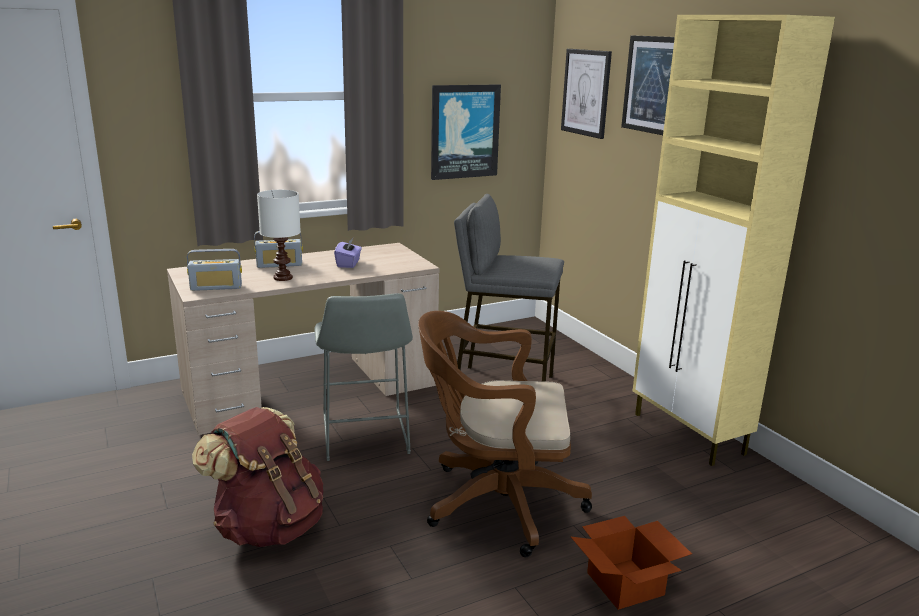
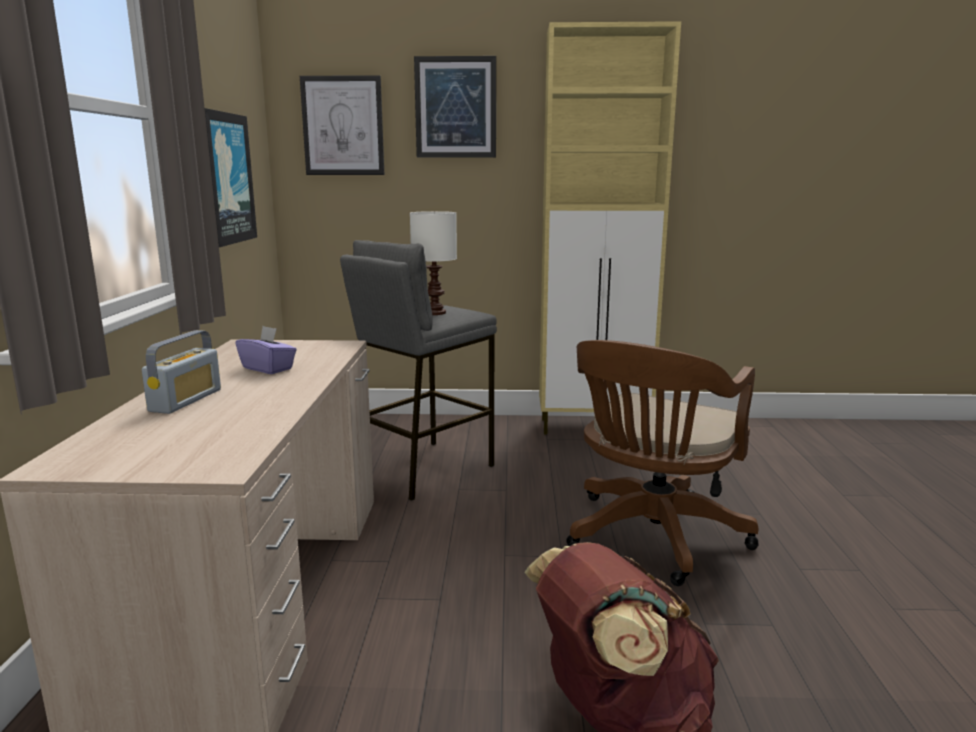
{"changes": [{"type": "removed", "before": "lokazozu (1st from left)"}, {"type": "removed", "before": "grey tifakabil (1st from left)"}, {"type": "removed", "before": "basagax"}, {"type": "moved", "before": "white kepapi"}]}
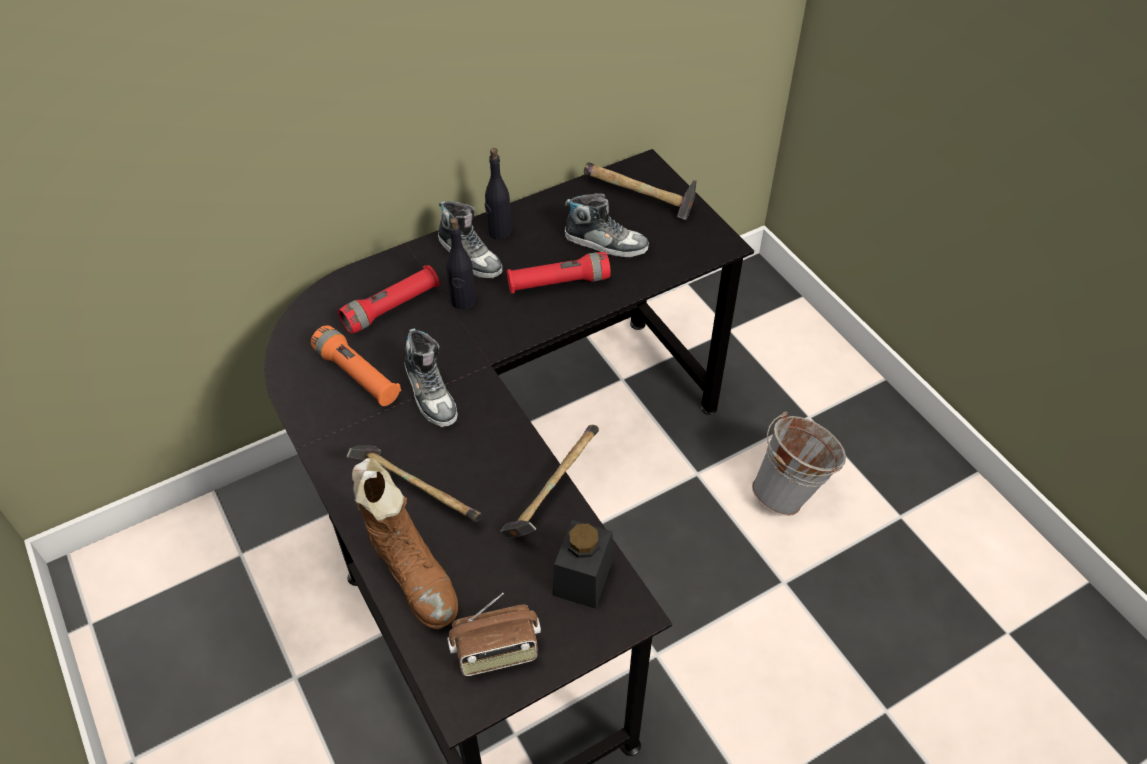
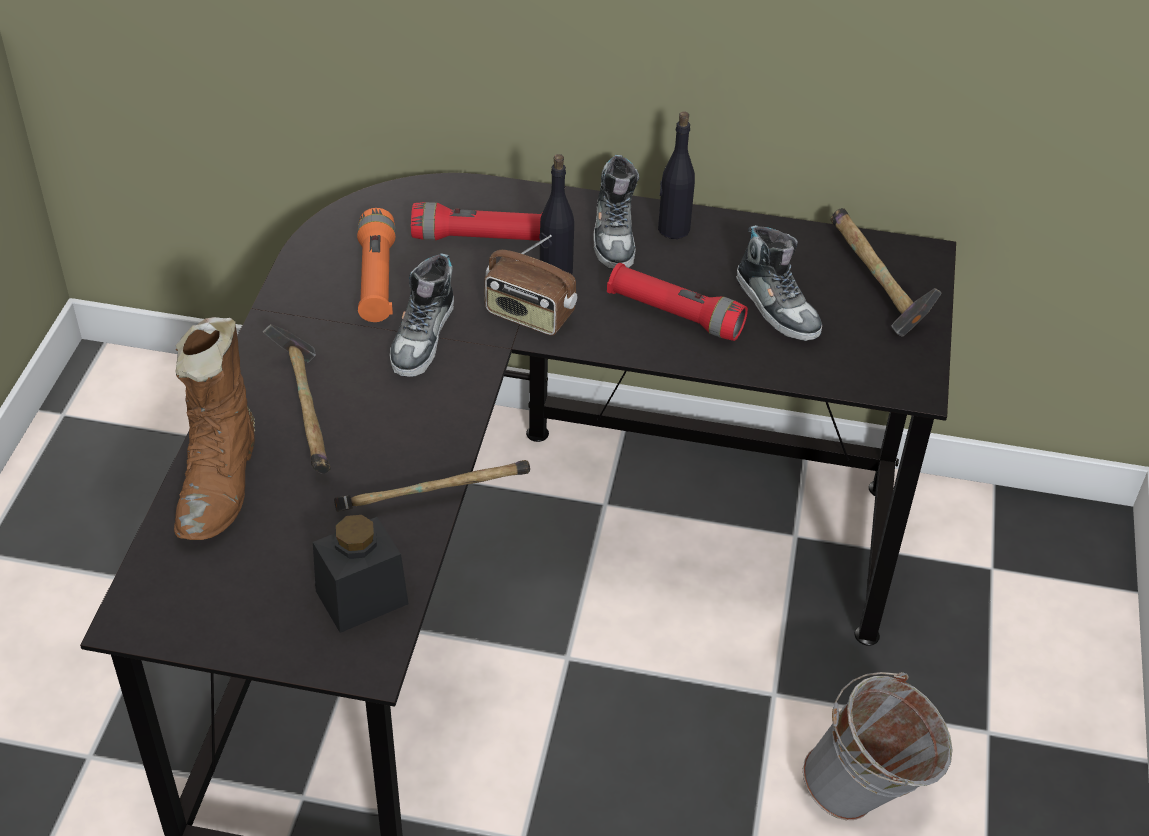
{"changes": [{"type": "moved", "before": "lokazozu"}]}
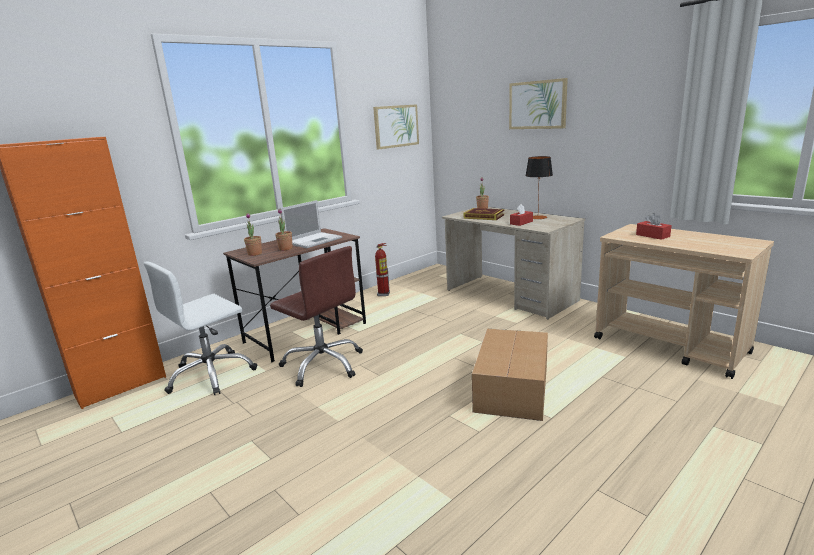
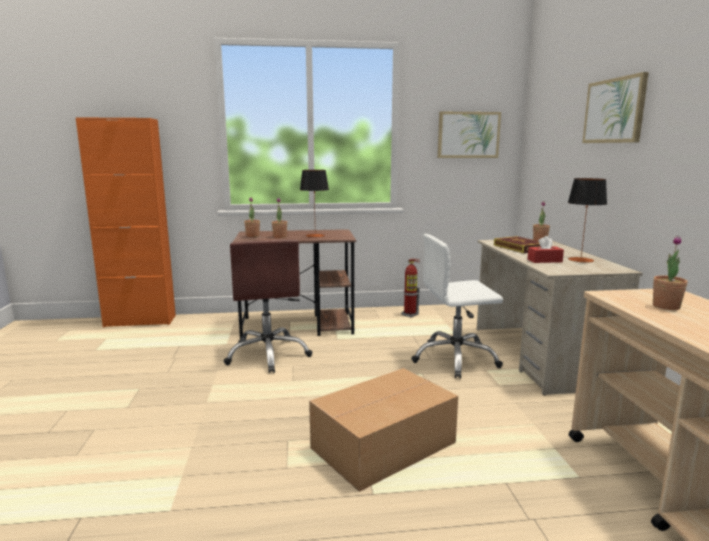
{"changes": [{"type": "moved", "before": "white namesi"}, {"type": "replaced", "before": "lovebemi", "after": "kepapi (1st from left)"}, {"type": "replaced", "before": "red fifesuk (2nd from left)", "after": "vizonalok (4th from left)"}]}
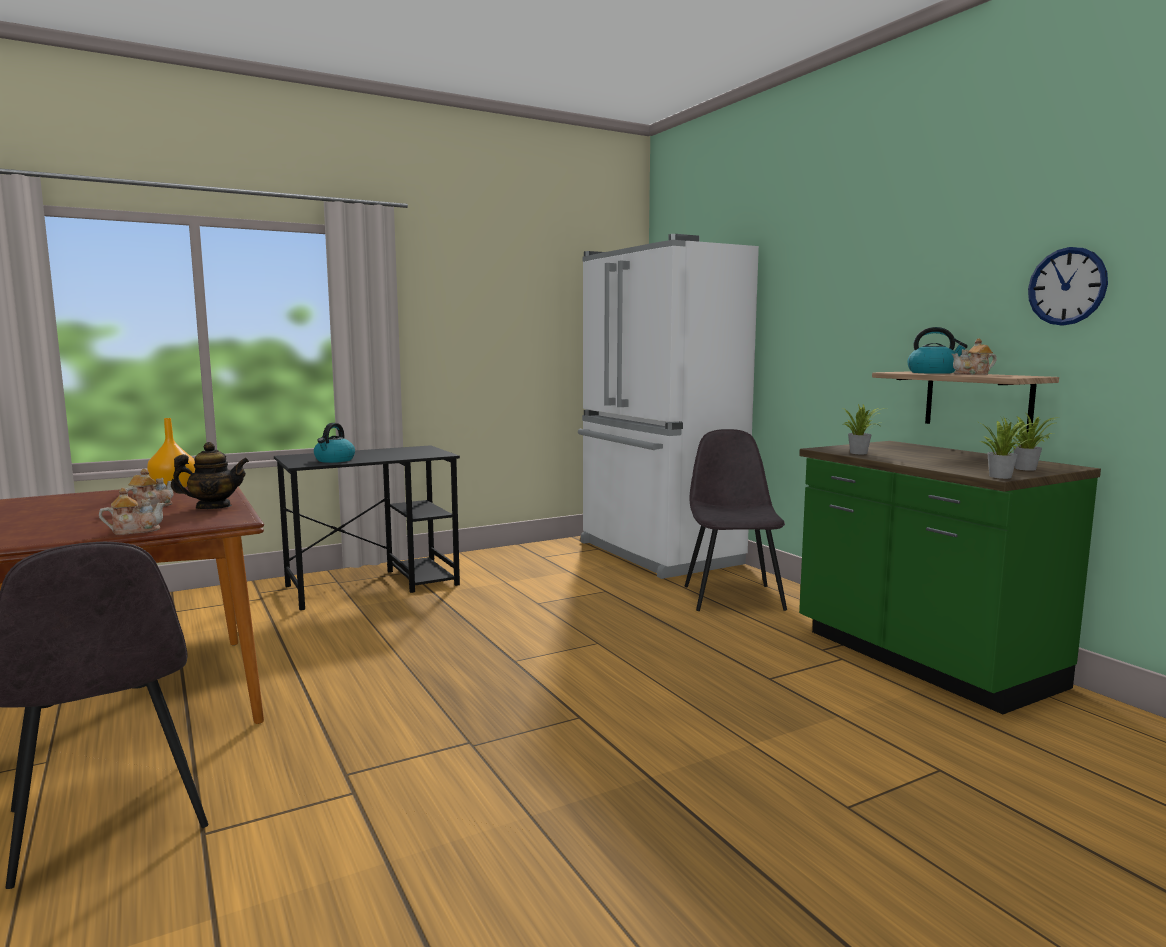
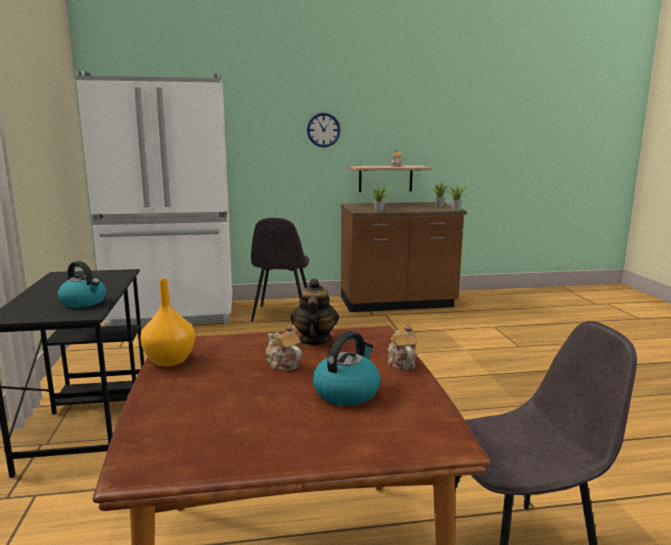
{"changes": [{"type": "moved", "before": "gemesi (2nd from left)"}, {"type": "moved", "before": "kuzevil"}, {"type": "recoloured", "before": "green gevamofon", "after": "brown gevamofon"}, {"type": "turned", "before": "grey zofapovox (2nd from left in the first image)", "turn": -105}]}
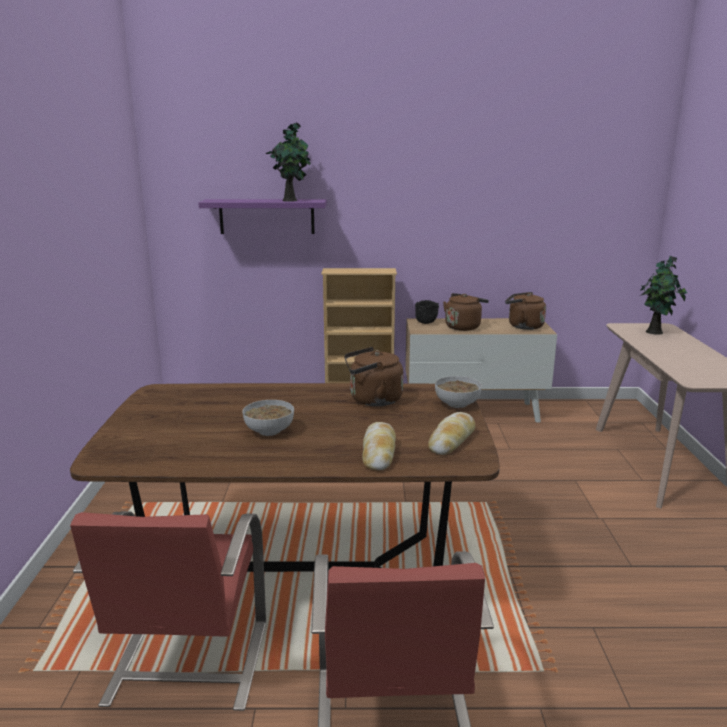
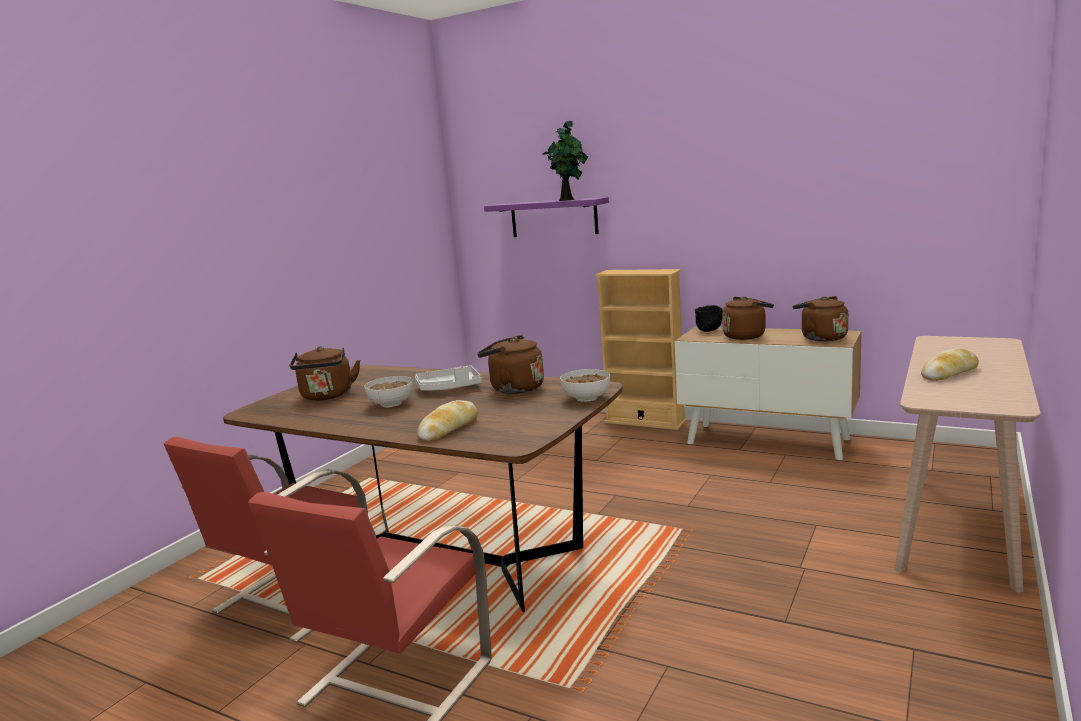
{"changes": [{"type": "removed", "before": "vizonalok (2nd from left)"}, {"type": "added", "after": "brown gemesi (1st from left)"}, {"type": "added", "after": "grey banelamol"}, {"type": "moved", "before": "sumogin (2nd from left)"}]}
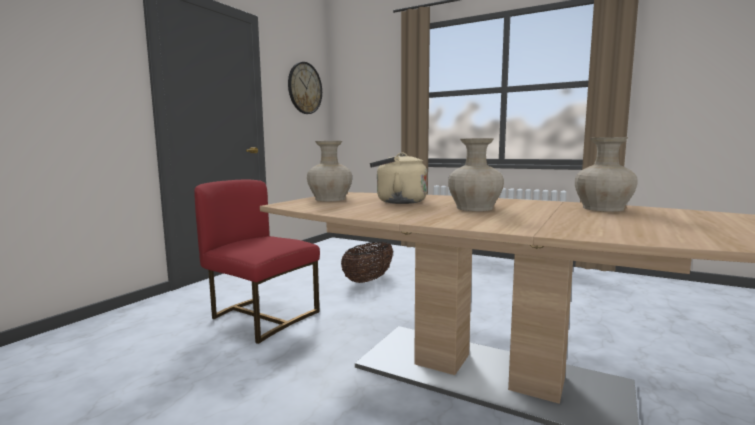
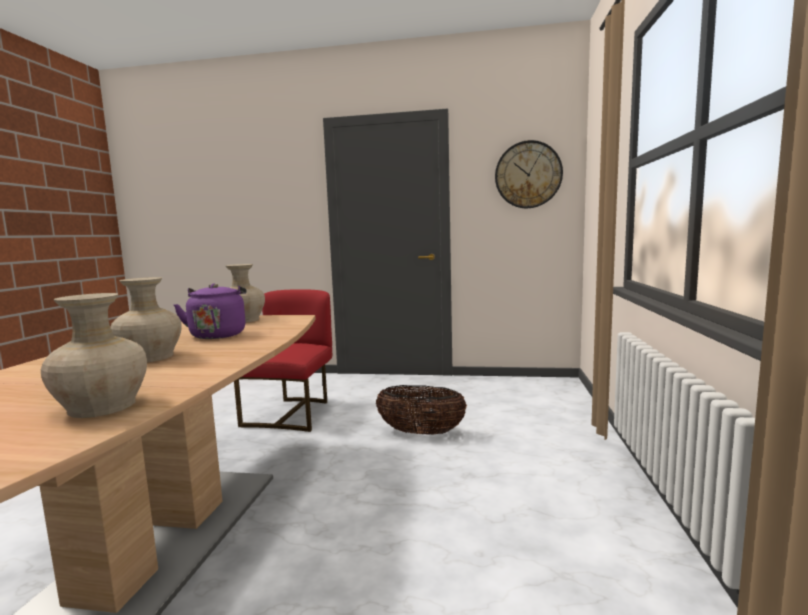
{"changes": [{"type": "recoloured", "before": "beige gemesi", "after": "purple gemesi"}]}
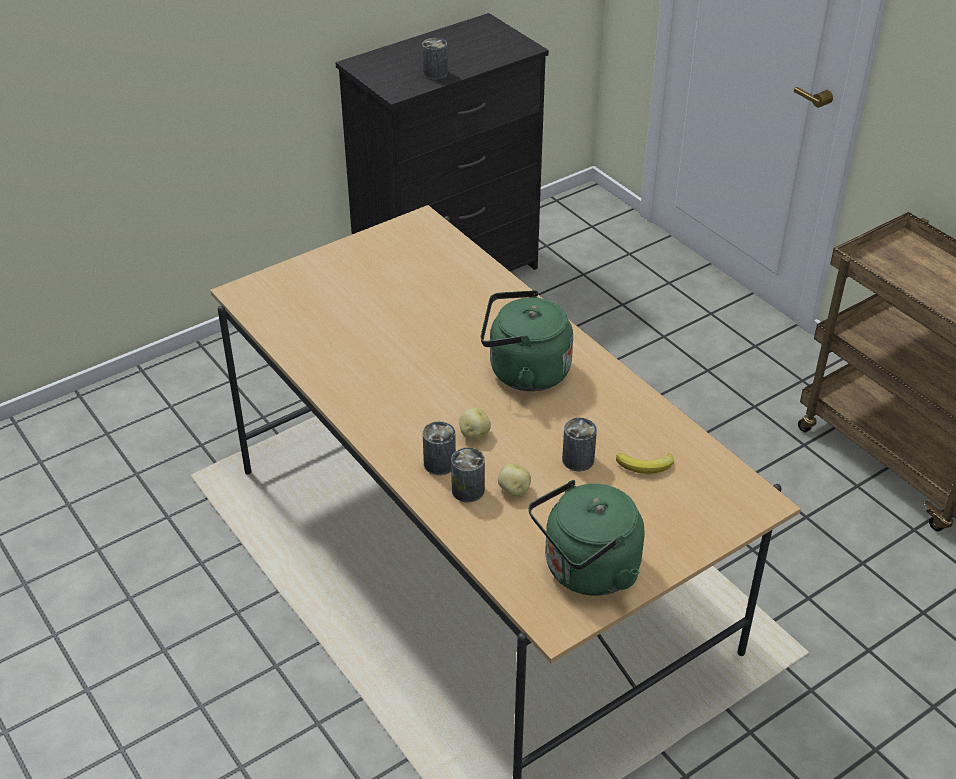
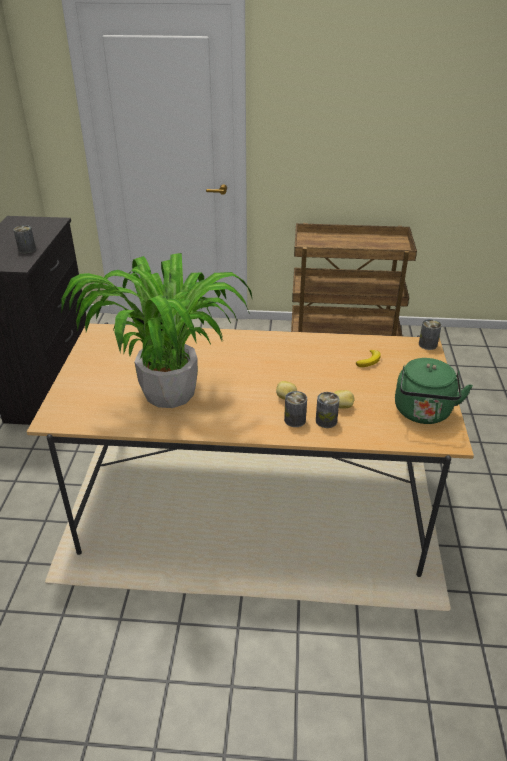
{"changes": [{"type": "removed", "before": "green gemesi (1st from left)"}, {"type": "added", "after": "vizonalok"}, {"type": "moved", "before": "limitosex (4th from left)"}]}
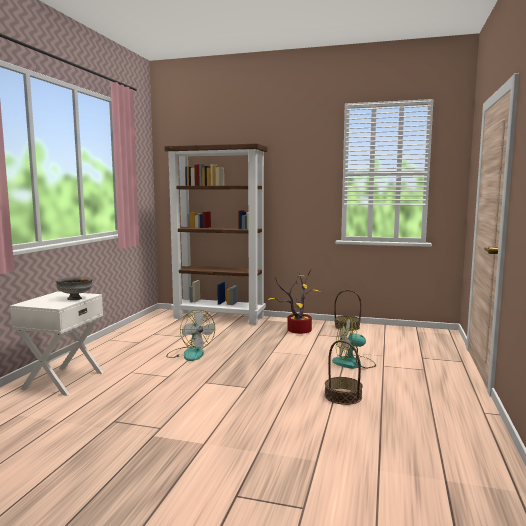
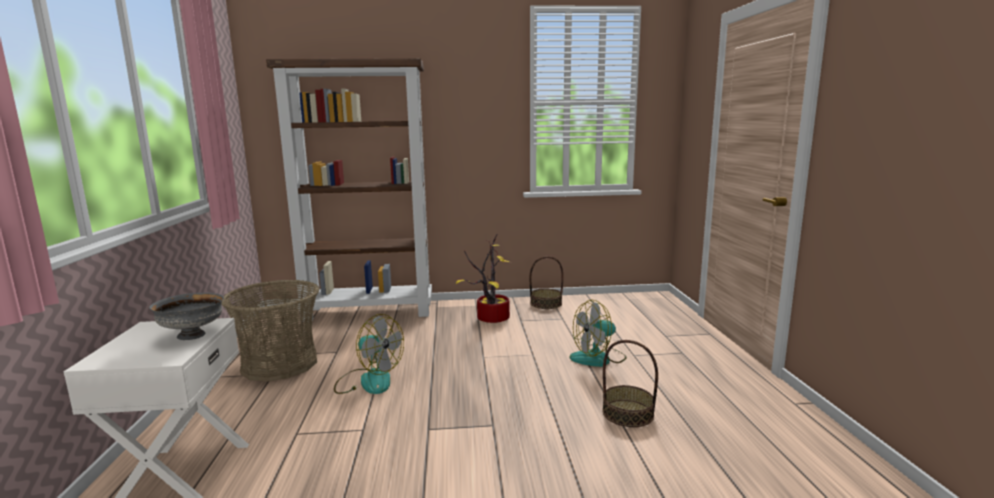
{"changes": [{"type": "added", "after": "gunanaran (1st from left)"}]}
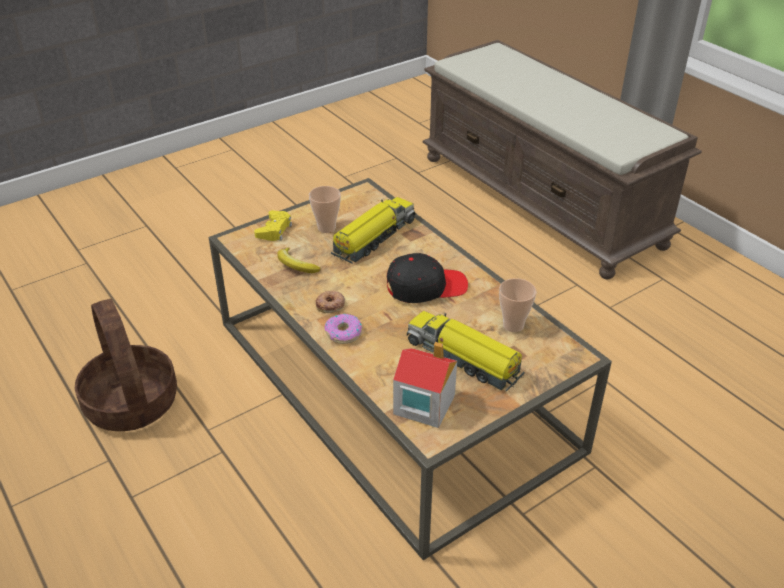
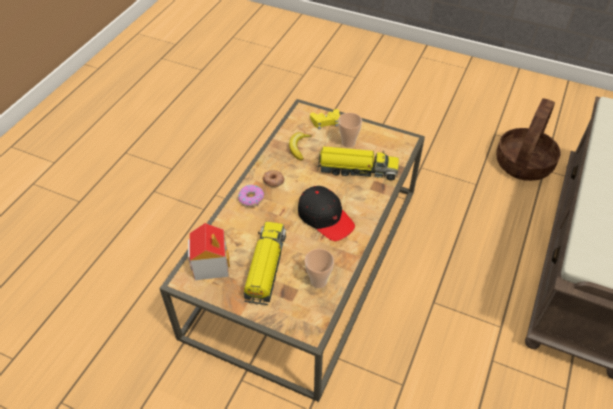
{"changes": [{"type": "moved", "before": "gunanaran"}]}
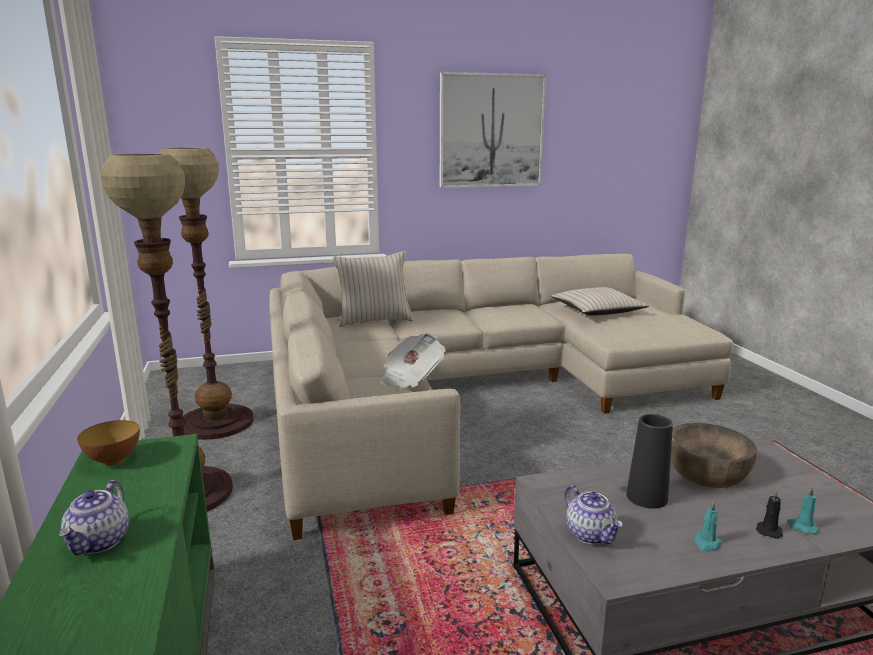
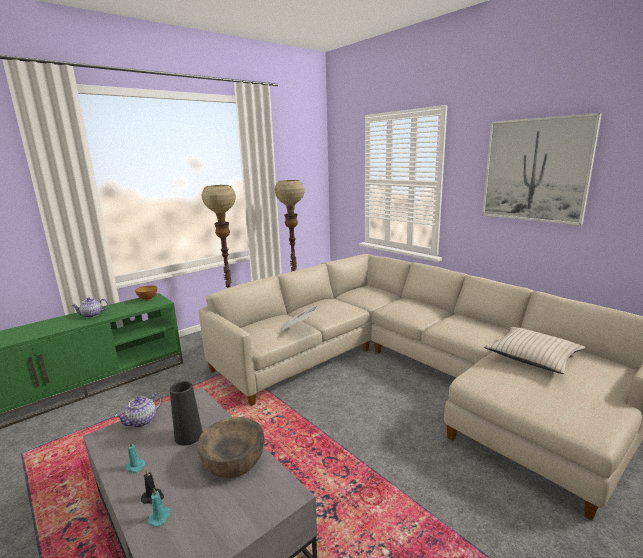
{"changes": [{"type": "removed", "before": "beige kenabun (1st from left)"}]}
